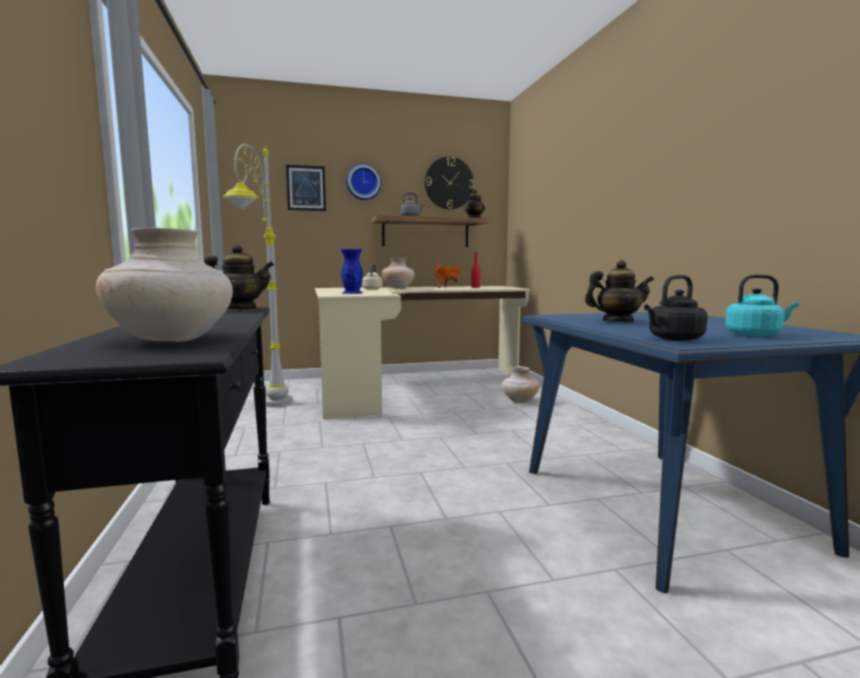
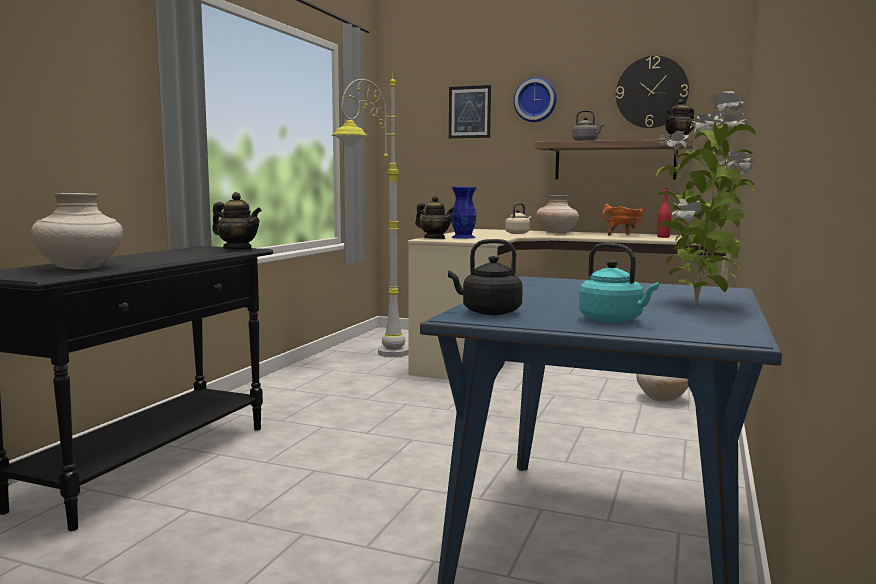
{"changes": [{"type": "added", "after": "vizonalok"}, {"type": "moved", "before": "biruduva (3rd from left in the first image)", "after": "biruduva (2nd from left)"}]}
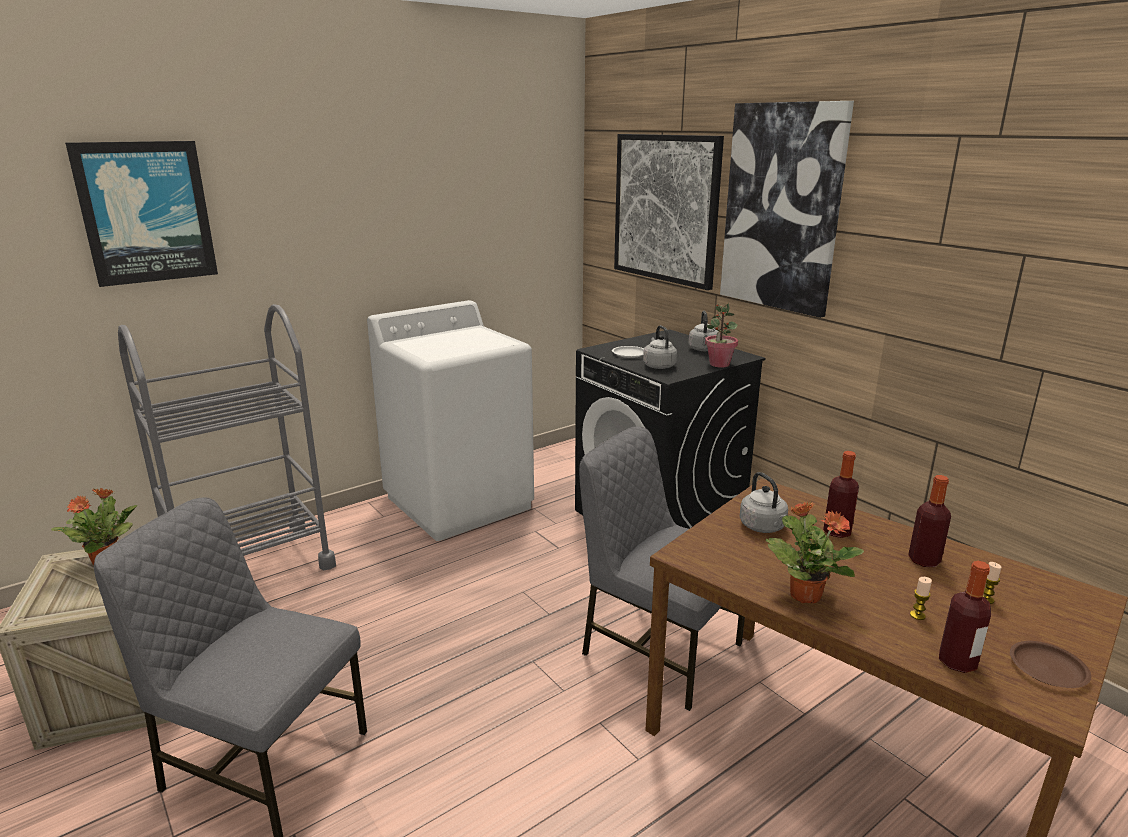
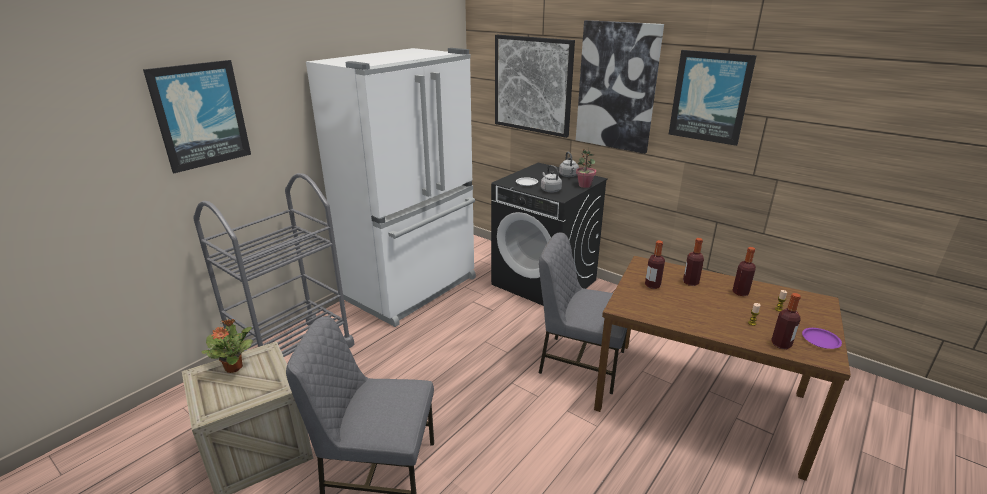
{"changes": [{"type": "removed", "before": "vizonalok (3rd from left)"}, {"type": "added", "after": "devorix (4th from left)"}, {"type": "replaced", "before": "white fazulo", "after": "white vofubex"}, {"type": "replaced", "before": "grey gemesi (3rd from left)", "after": "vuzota (1st from left)"}, {"type": "recoloured", "before": "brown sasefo", "after": "purple sasefo"}]}
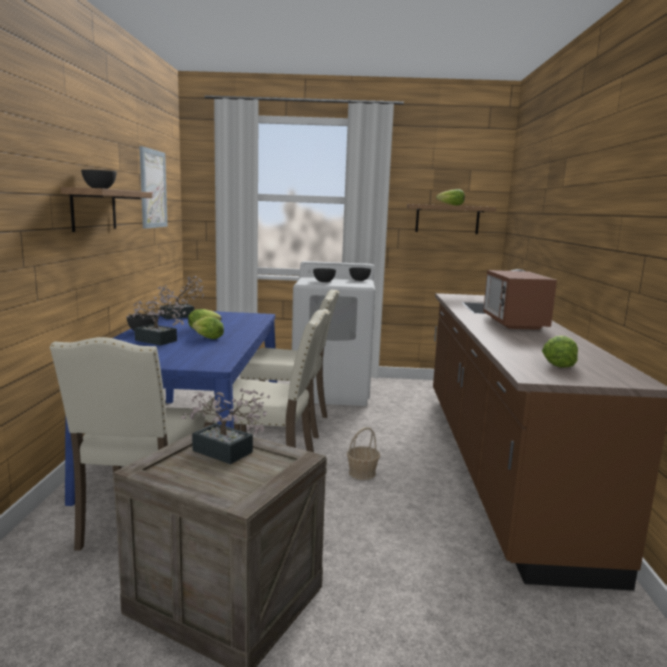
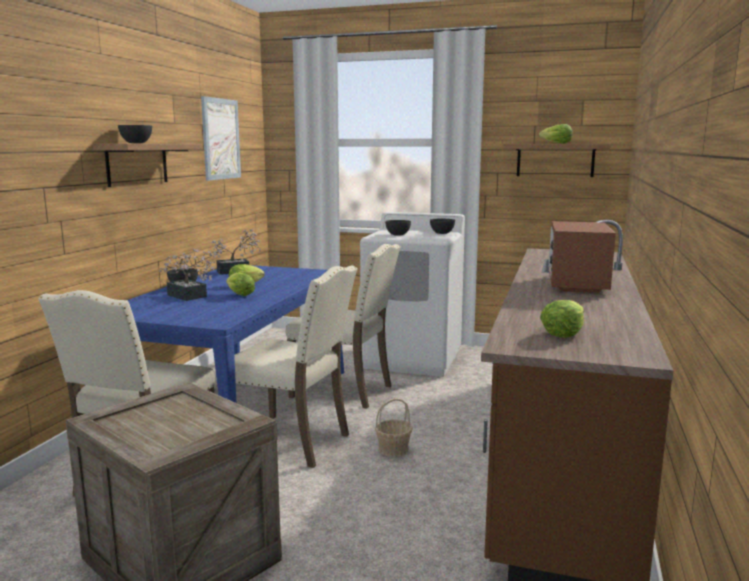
{"changes": [{"type": "removed", "before": "vizonalok (3rd from left)"}]}
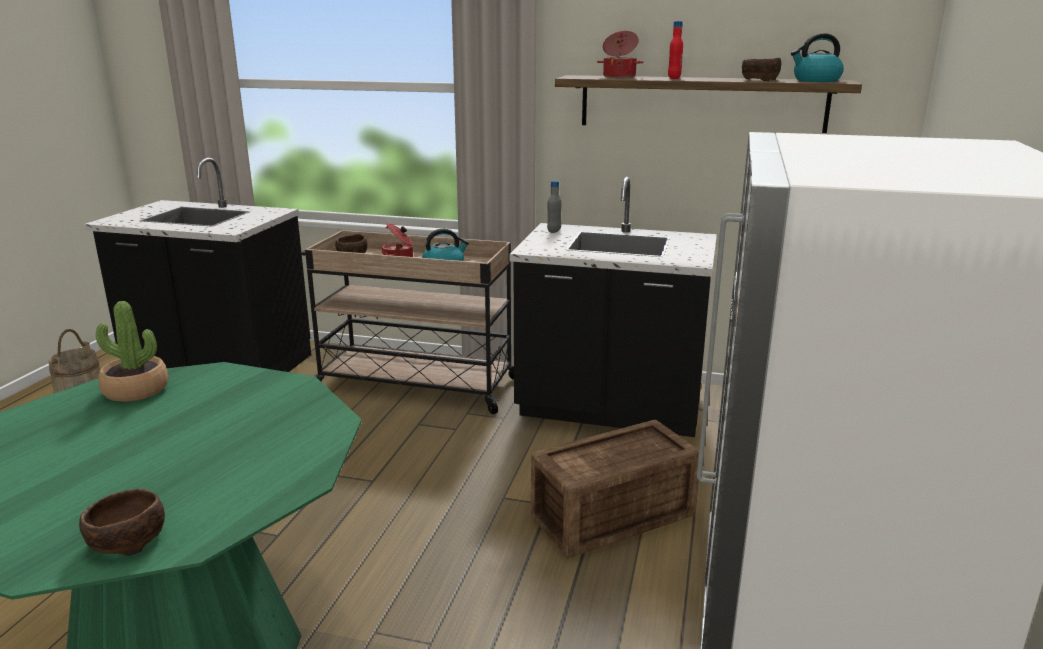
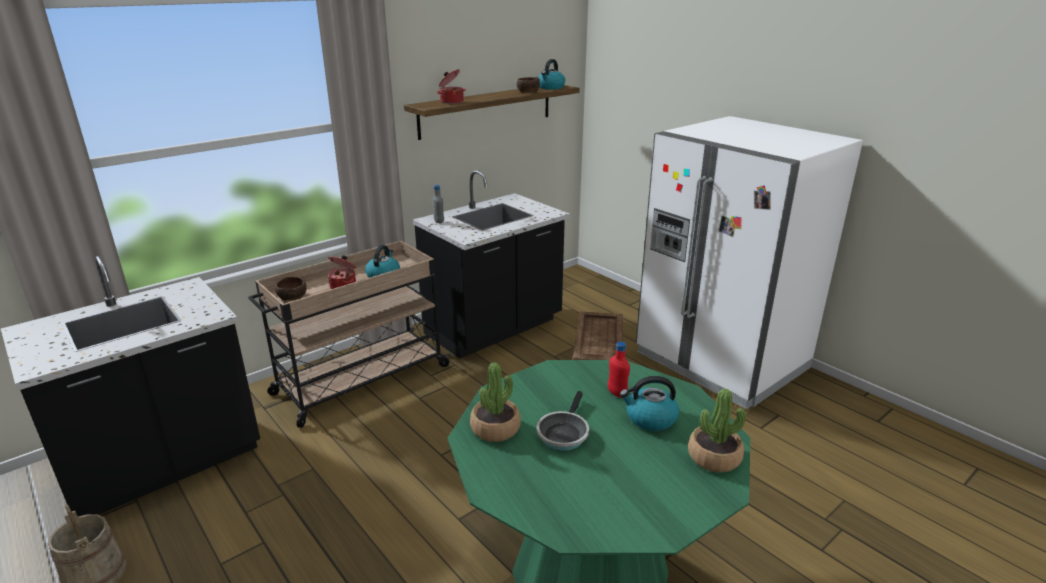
{"changes": [{"type": "added", "after": "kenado"}, {"type": "added", "after": "gemesi (3rd from left)"}, {"type": "moved", "before": "red vuzota"}, {"type": "replaced", "before": "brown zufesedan (1st from left)", "after": "vizonalok (2nd from left)"}]}
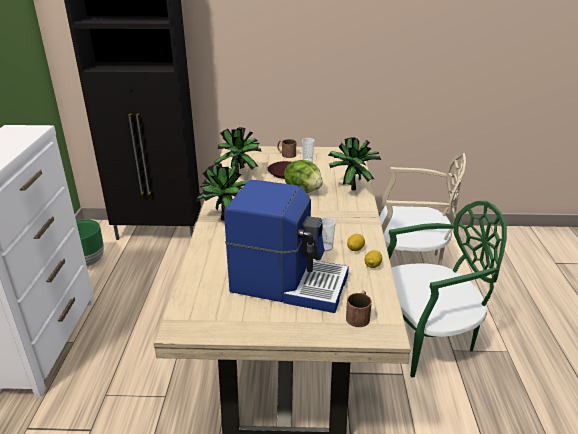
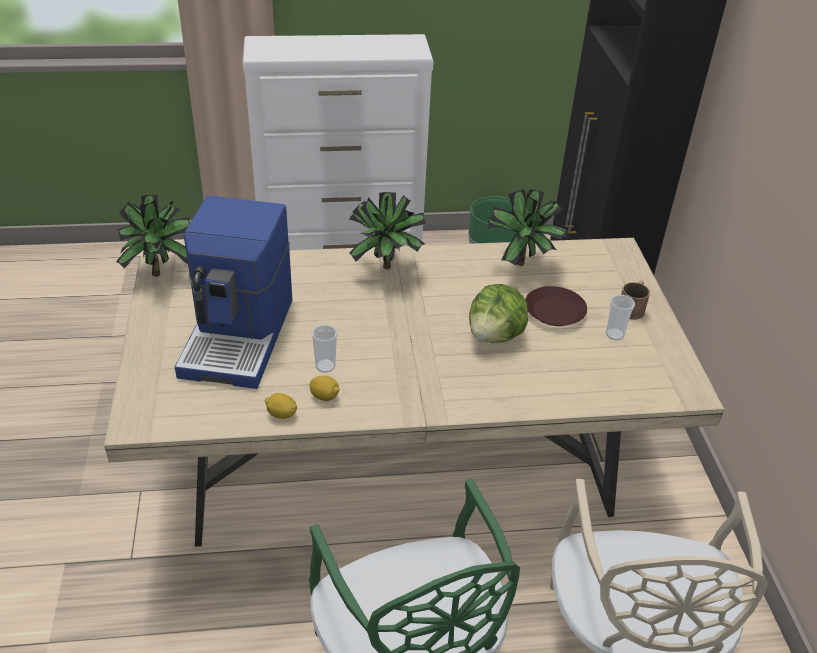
{"changes": [{"type": "removed", "before": "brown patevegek (2nd from left)"}, {"type": "moved", "before": "vizonalok (3rd from left in the first image)", "after": "vizonalok (1st from left)"}]}
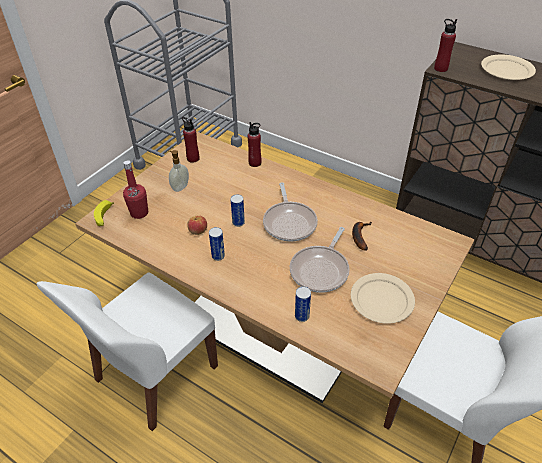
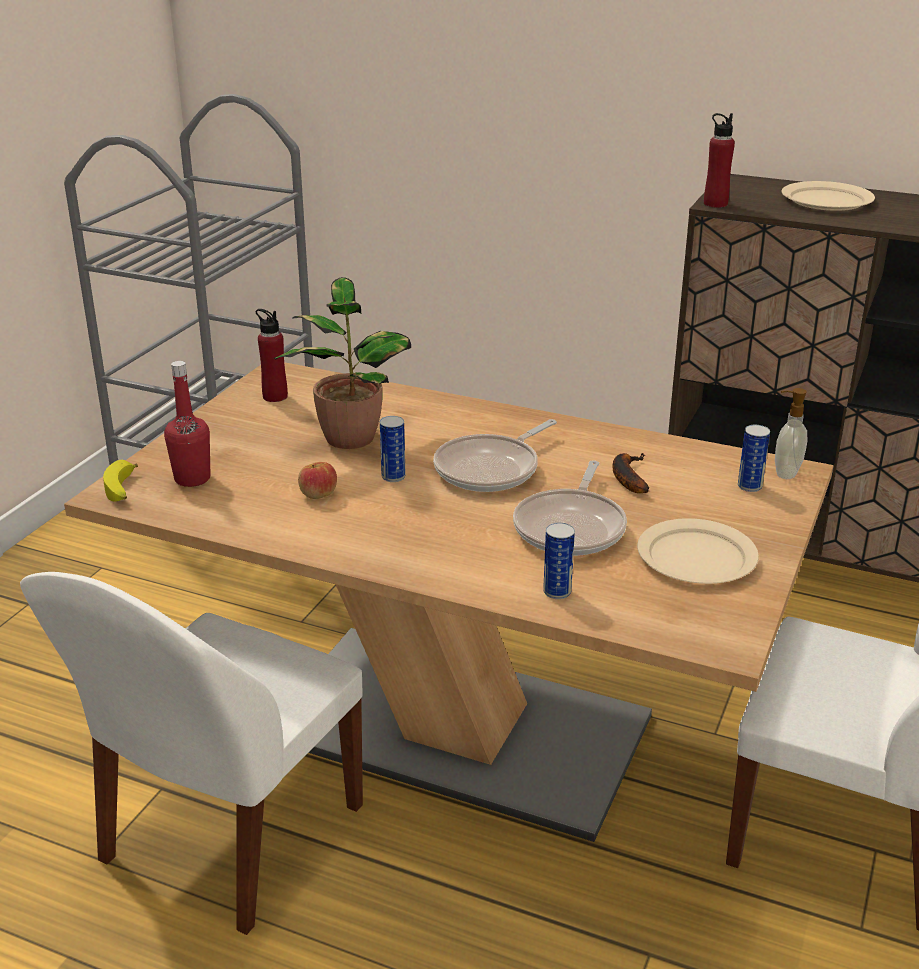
{"changes": [{"type": "removed", "before": "red vuzota (3rd from left)"}, {"type": "added", "after": "vizonalok"}, {"type": "moved", "before": "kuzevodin"}, {"type": "moved", "before": "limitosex (1st from left in the first image)", "after": "limitosex (3rd from left)"}, {"type": "turned", "before": "kenado (1st from left)", "turn": 60}]}
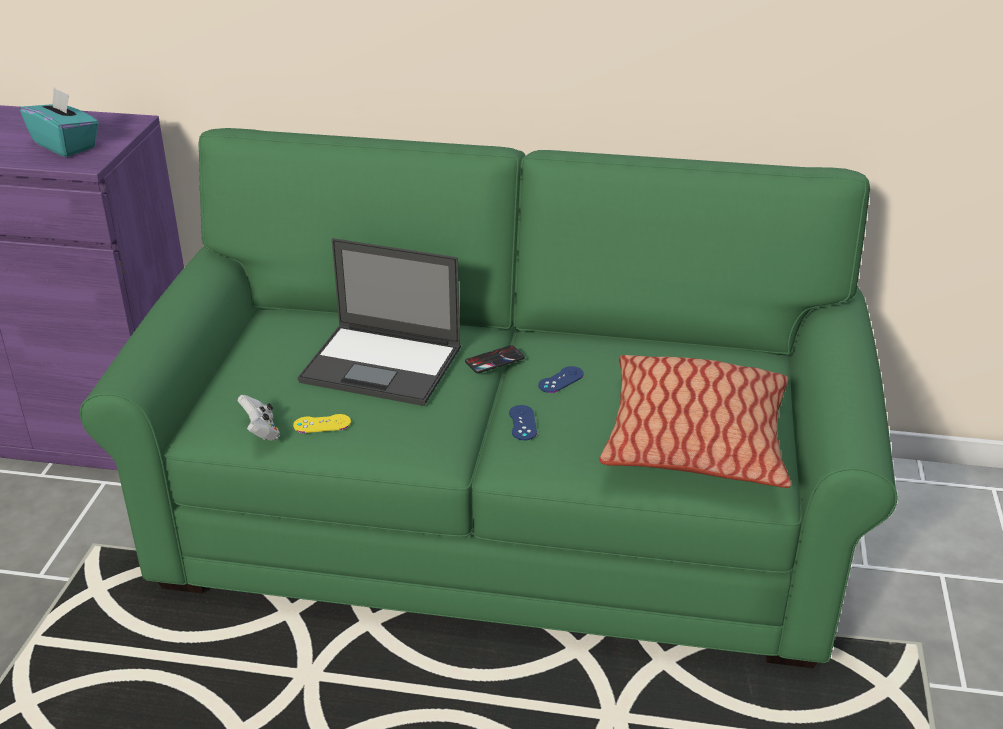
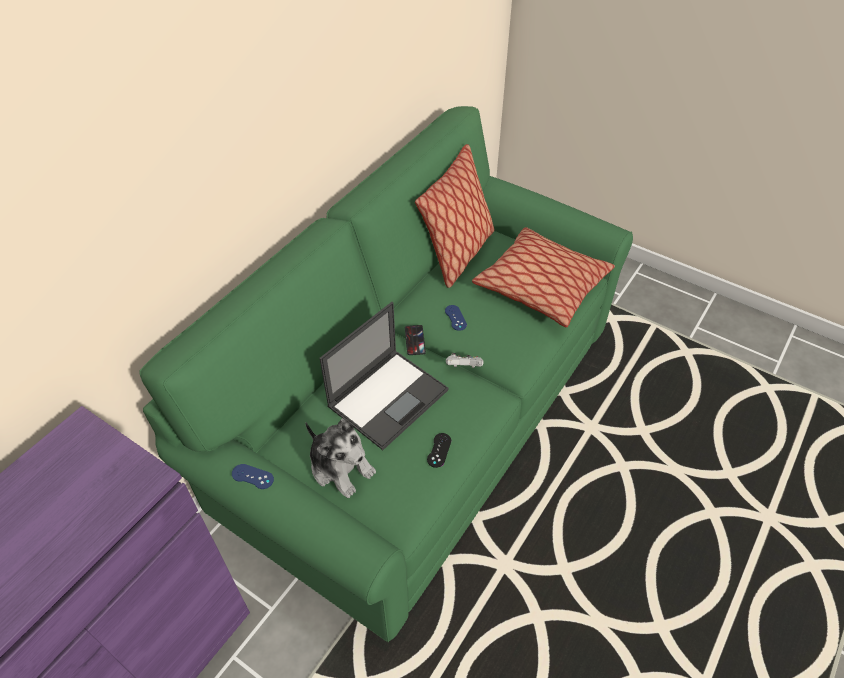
{"changes": [{"type": "removed", "before": "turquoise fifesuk"}, {"type": "added", "after": "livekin"}, {"type": "added", "after": "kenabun (1st from left)"}, {"type": "moved", "before": "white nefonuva"}, {"type": "moved", "before": "blue nefonuva (1st from left)"}, {"type": "recoloured", "before": "yellow nefonuva", "after": "black nefonuva"}]}
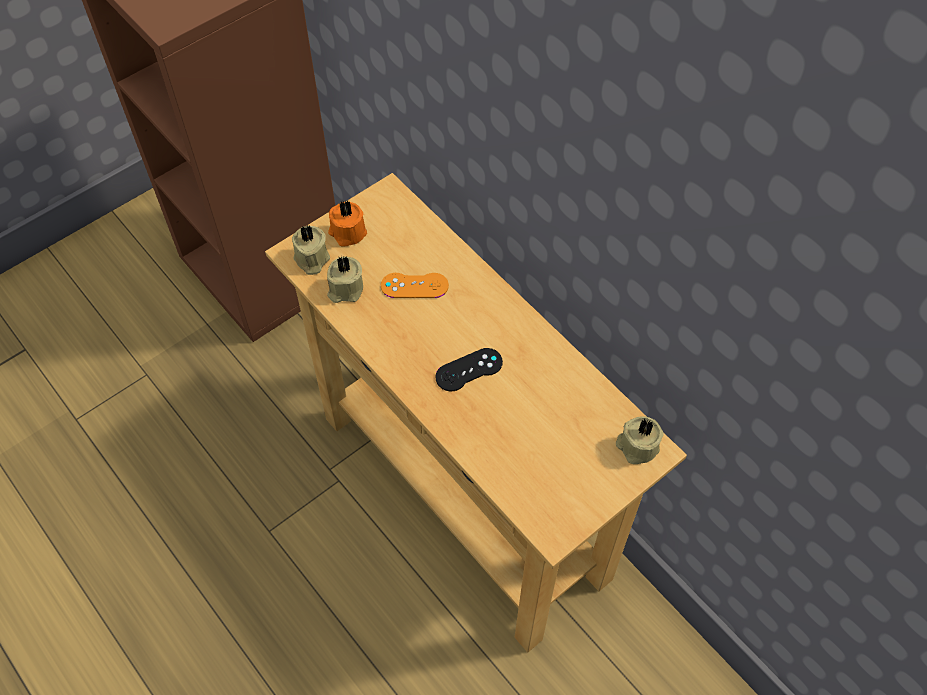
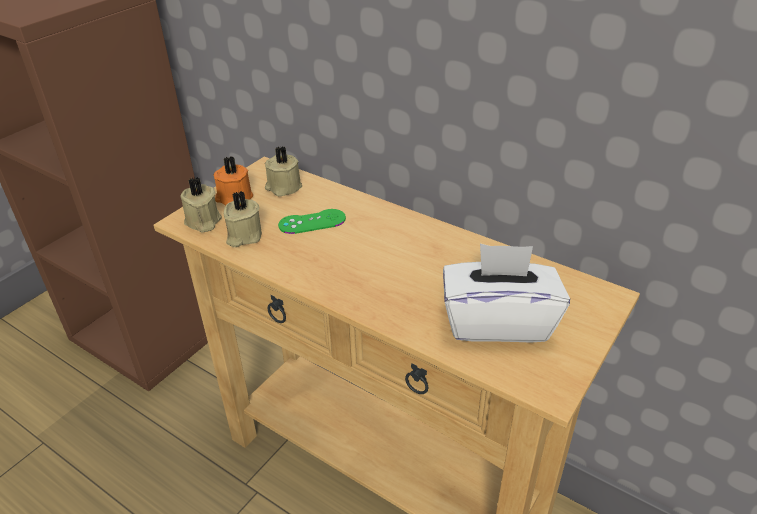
{"changes": [{"type": "removed", "before": "black nefonuva"}, {"type": "added", "after": "white fifesuk"}, {"type": "moved", "before": "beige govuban (3rd from left)"}, {"type": "recoloured", "before": "orange nefonuva", "after": "green nefonuva"}]}
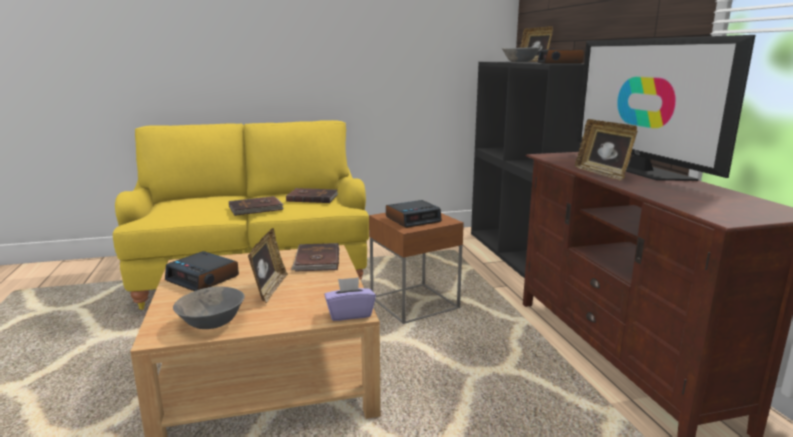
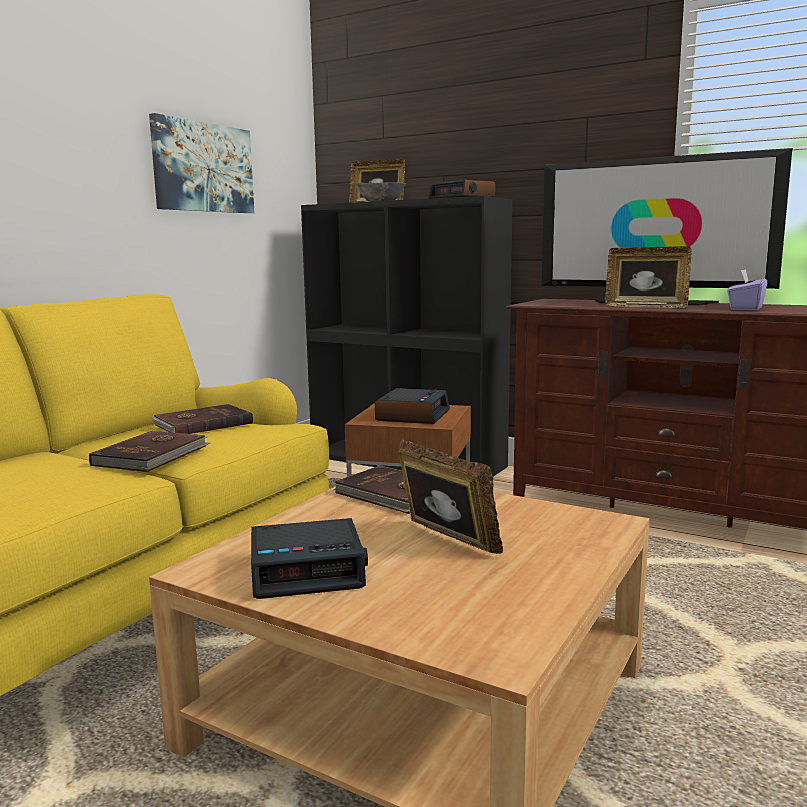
{"changes": [{"type": "removed", "before": "grey zufesedan (1st from left)"}, {"type": "added", "after": "devorix"}, {"type": "moved", "before": "purple fifesuk"}]}
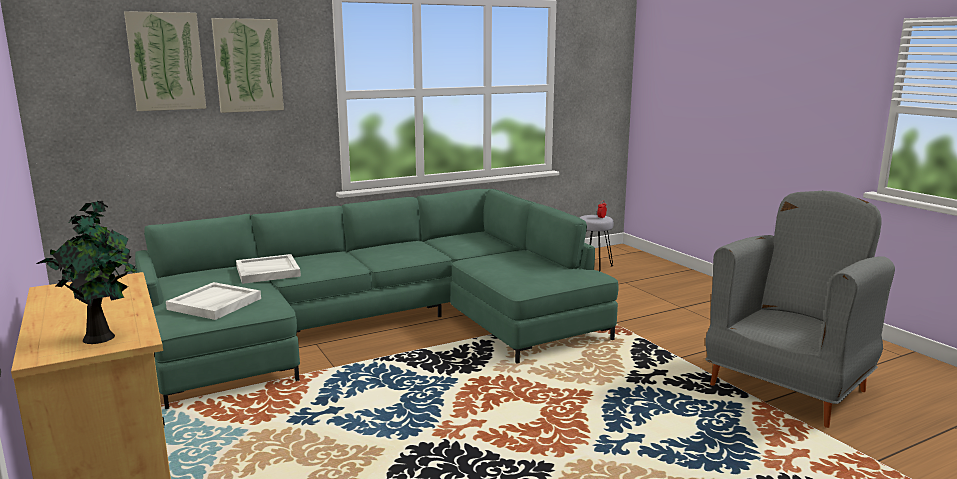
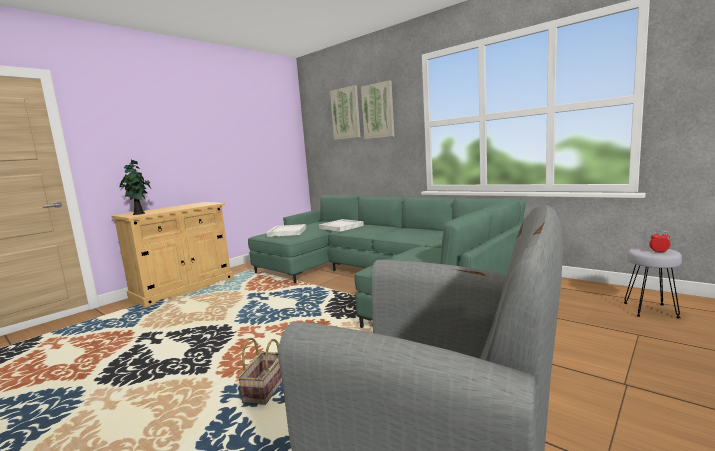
{"changes": [{"type": "added", "after": "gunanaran"}]}
